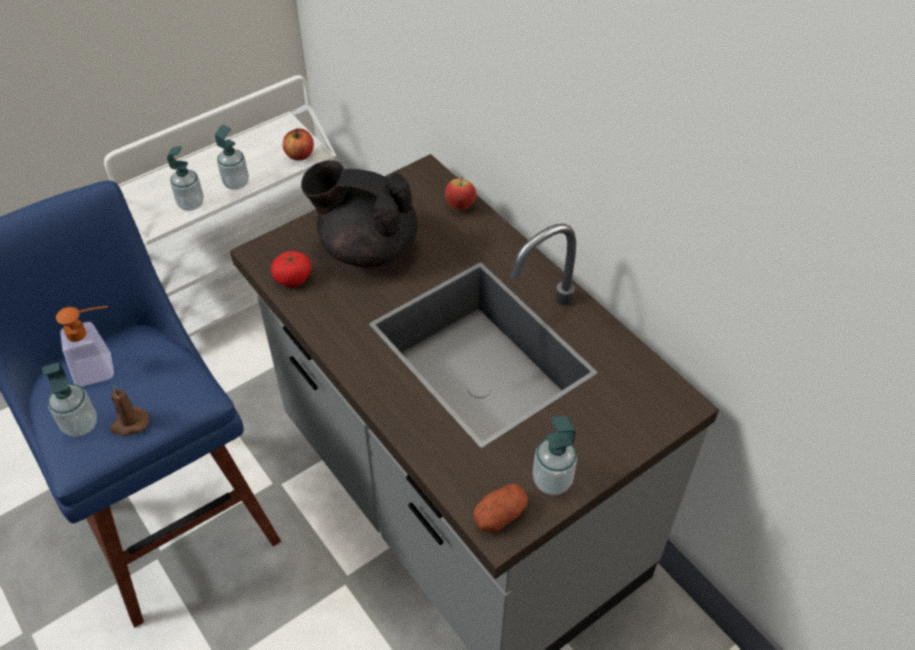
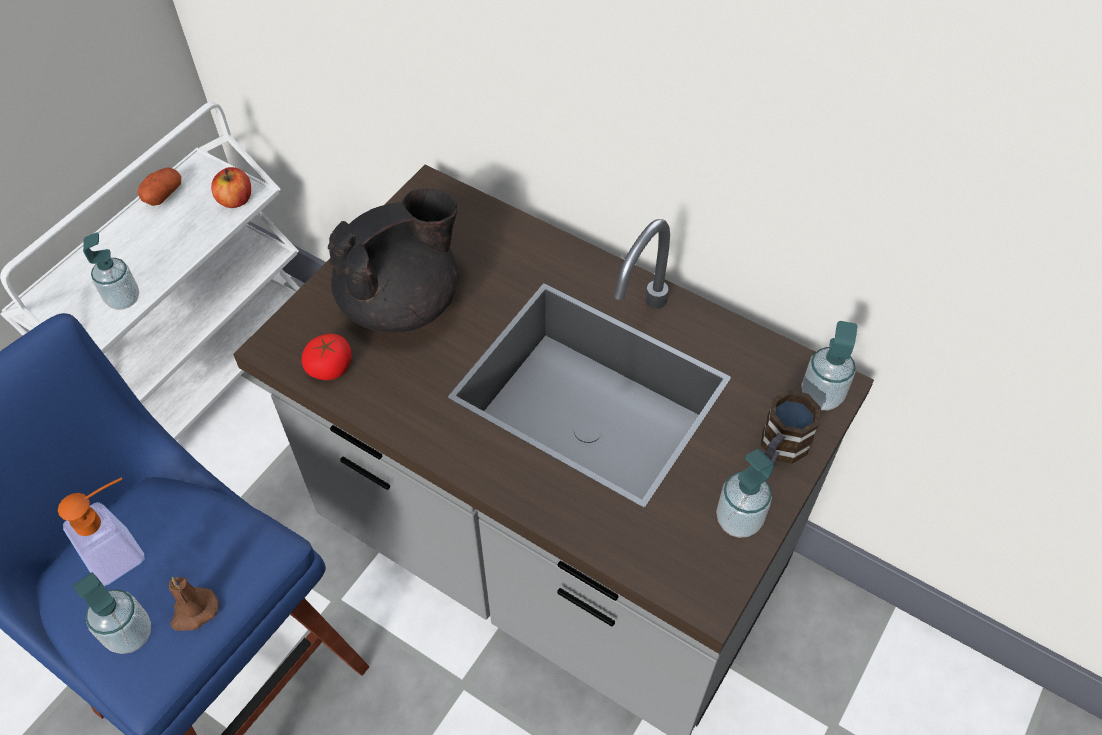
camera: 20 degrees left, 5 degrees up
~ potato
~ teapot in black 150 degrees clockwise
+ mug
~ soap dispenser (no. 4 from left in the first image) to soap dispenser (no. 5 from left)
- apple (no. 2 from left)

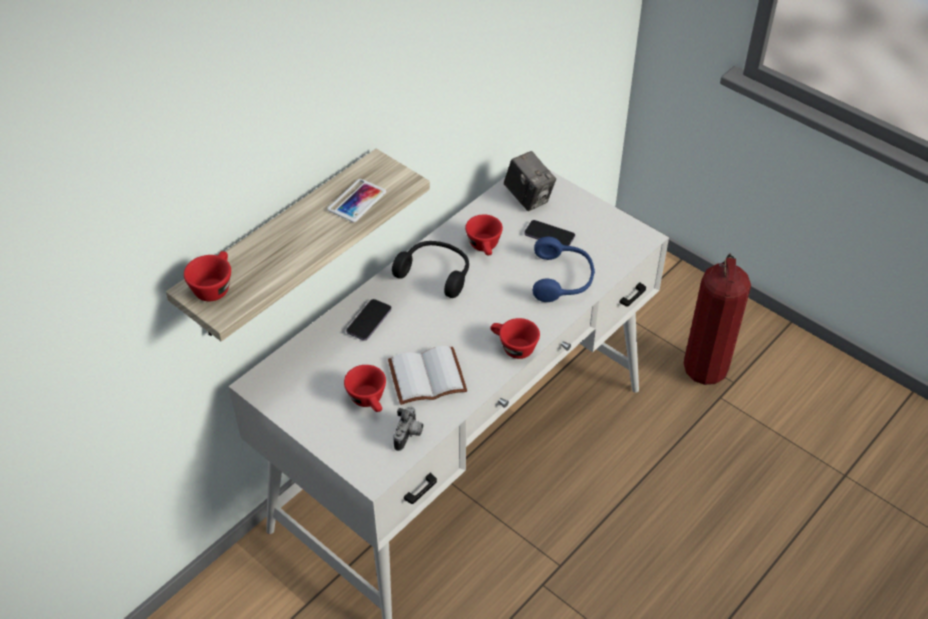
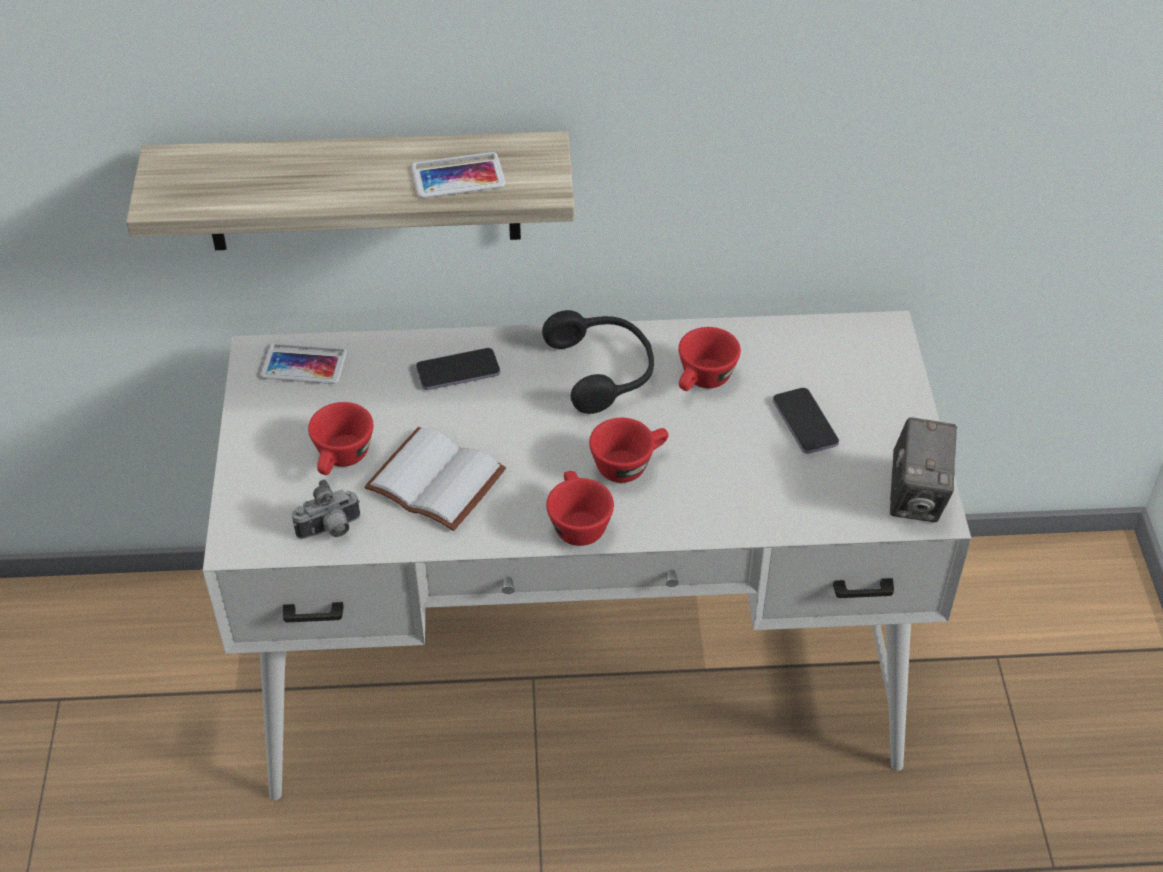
camera: 45 degrees right, 0 degrees up
+ phone (no. 1 from left)
~ cup in red (no. 1 from left in the first image) to cup in red (no. 3 from left)
~ photo camera (no. 2 from left)
- headphones in blue
- fire extinguisher

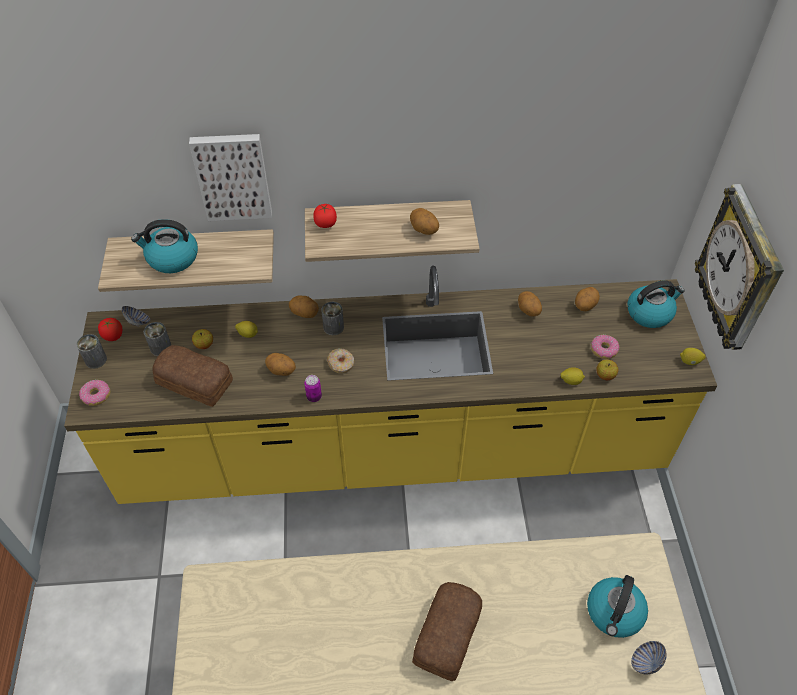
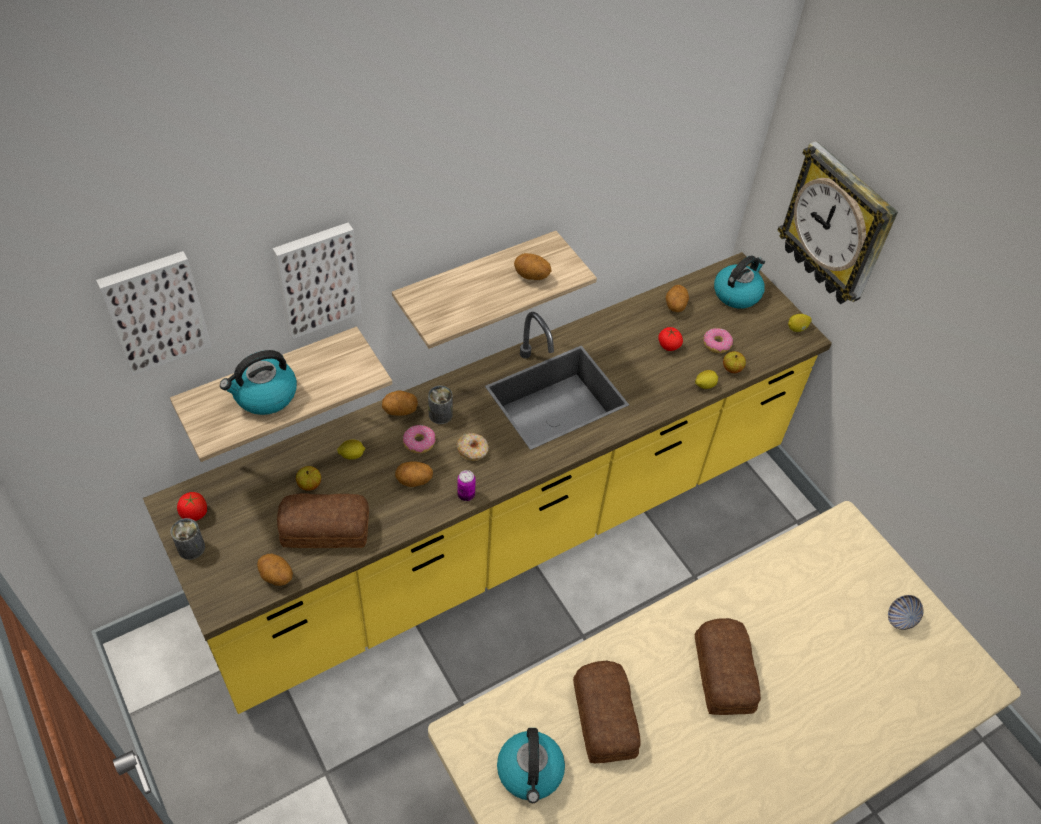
camera: 30 degrees left, 0 degrees up
+ picture (no. 1 from left)
~ potato (no. 4 from left in the first image) to potato (no. 1 from left)
~ donut (no. 1 from left)
~ kettle (no. 2 from left)
+ bread (no. 2 from left)
~ tomato (no. 2 from left)
- bowl (no. 1 from left)
- can (no. 2 from left)

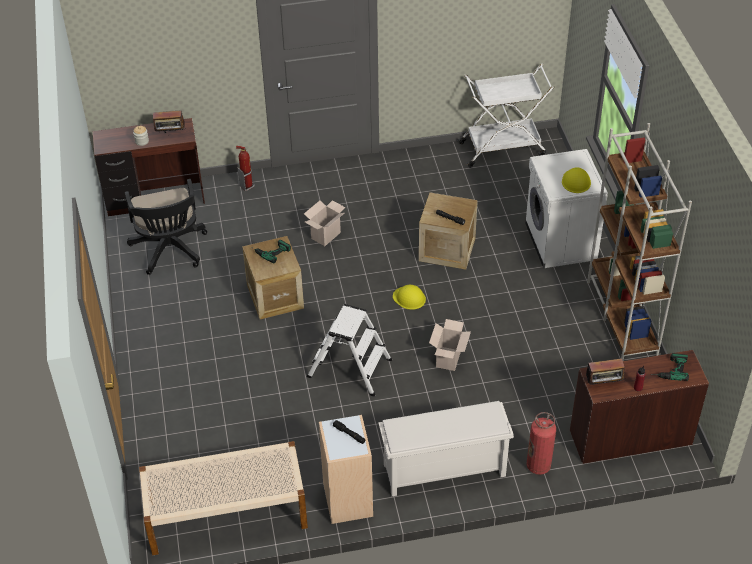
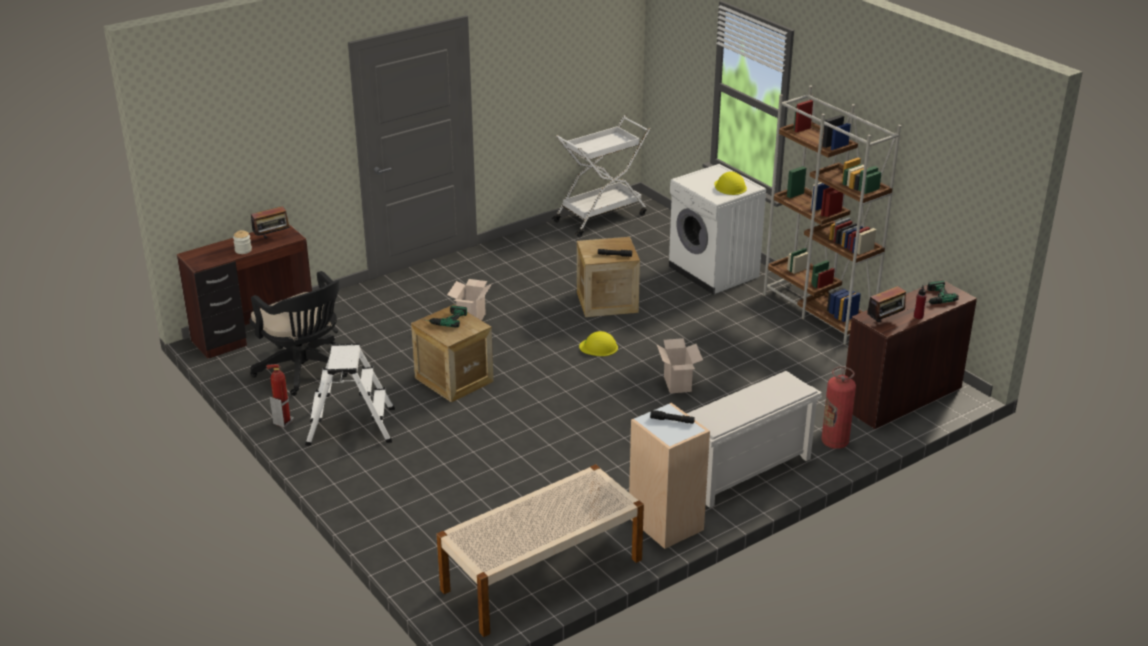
camera: 25 degrees left, 15 degrees down
~ fire extinguisher (no. 1 from left)
~ step ladder in white

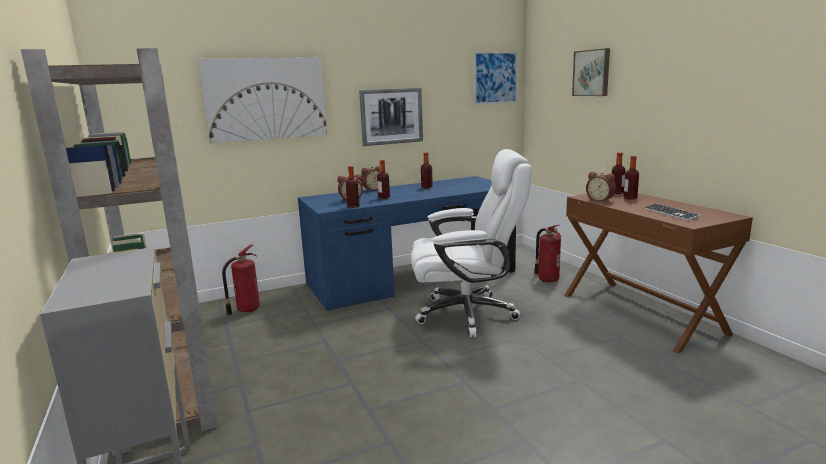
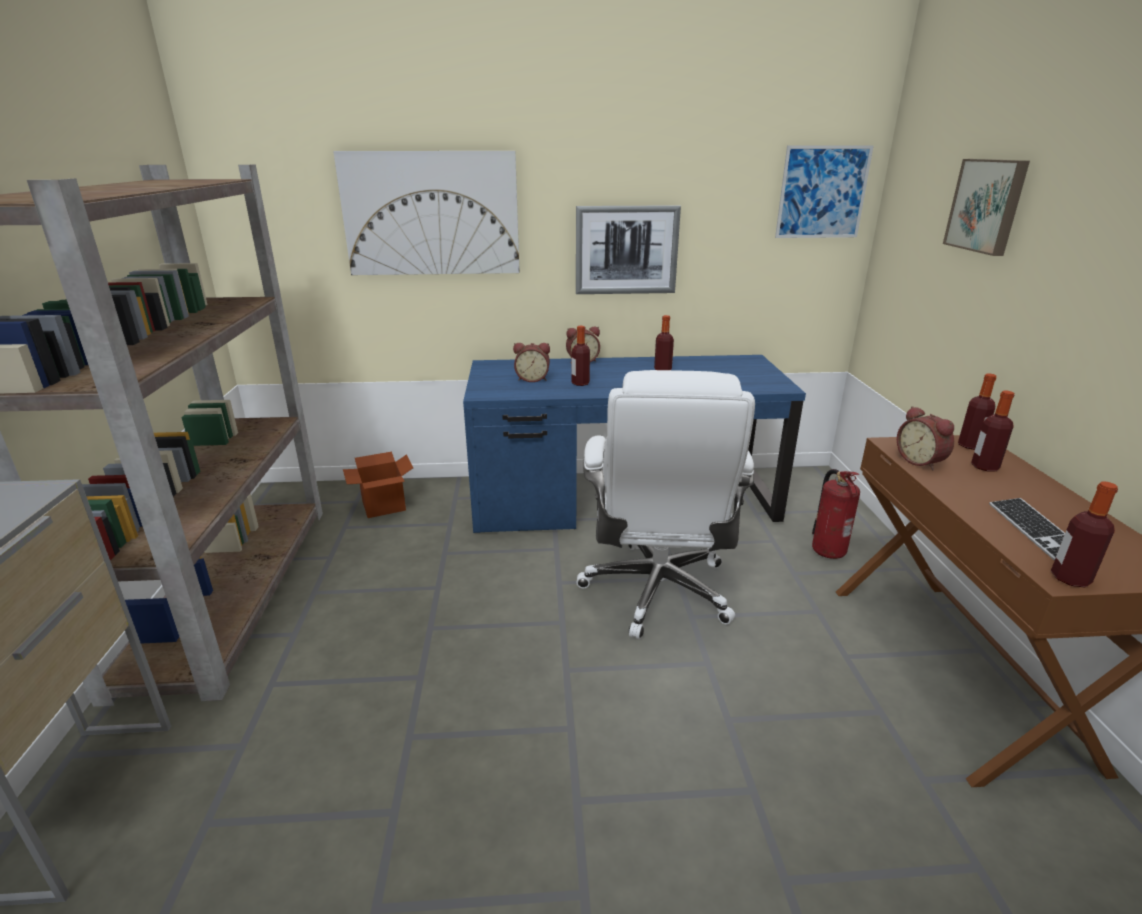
camera: 20 degrees right, 10 degrees up
~ fire extinguisher (no. 1 from left) to cardboard box
~ office chair in white 75 degrees clockwise
~ bottle (no. 1 from left in the first image) to bottle (no. 5 from left)

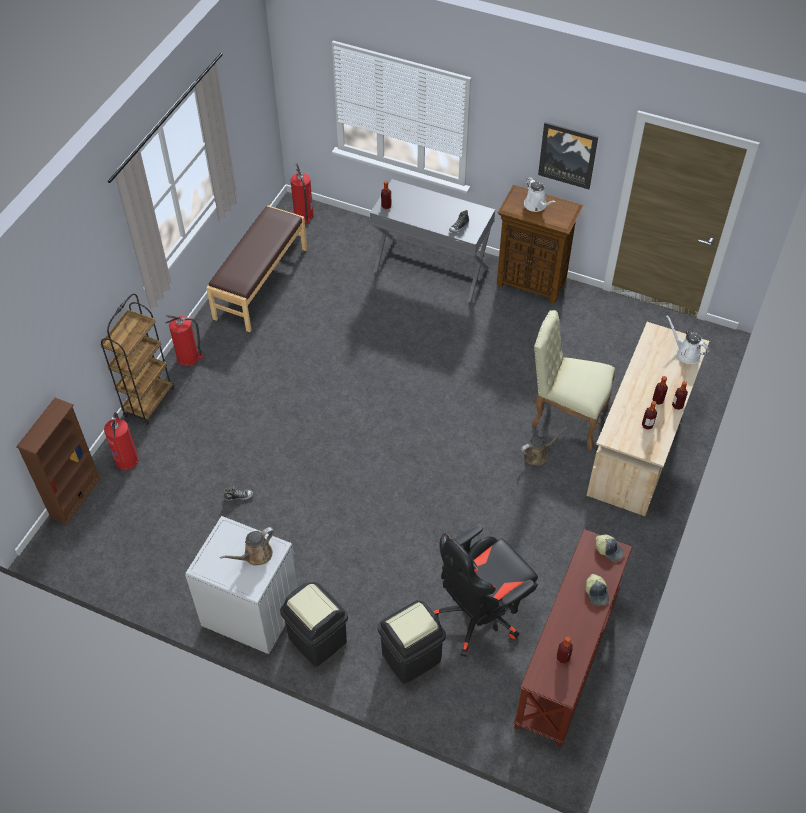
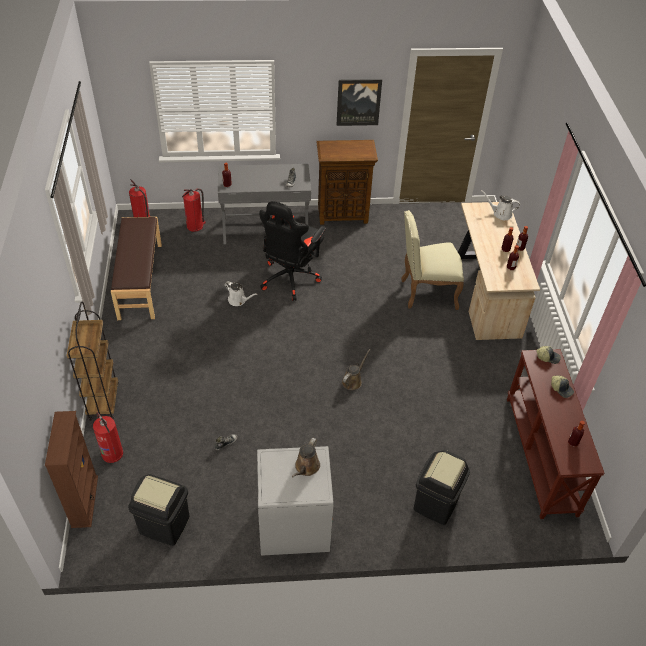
camera: 30 degrees left, 5 degrees down
~ trash can in black (no. 1 from left)
~ fire extinguisher (no. 2 from left in the first image) to fire extinguisher (no. 3 from left)
~ watering can in white (no. 1 from left)
~ office chair in black
~ watering can in brown (no. 2 from left)

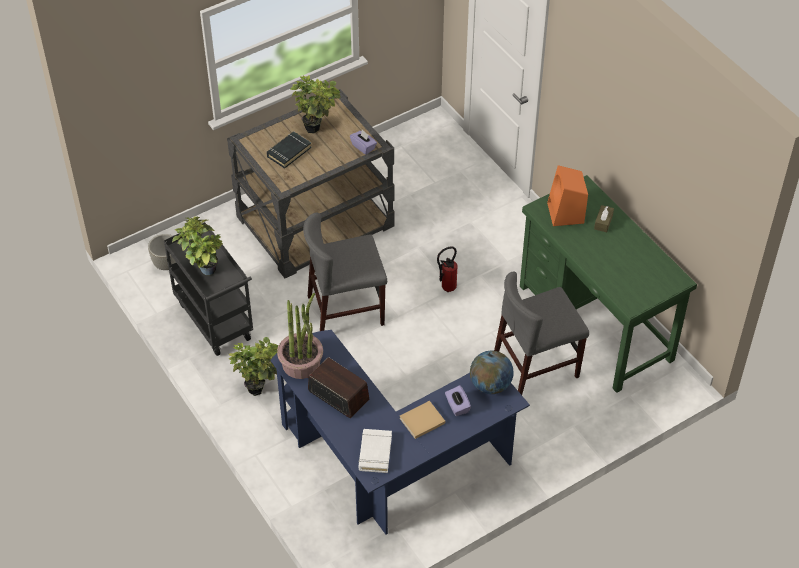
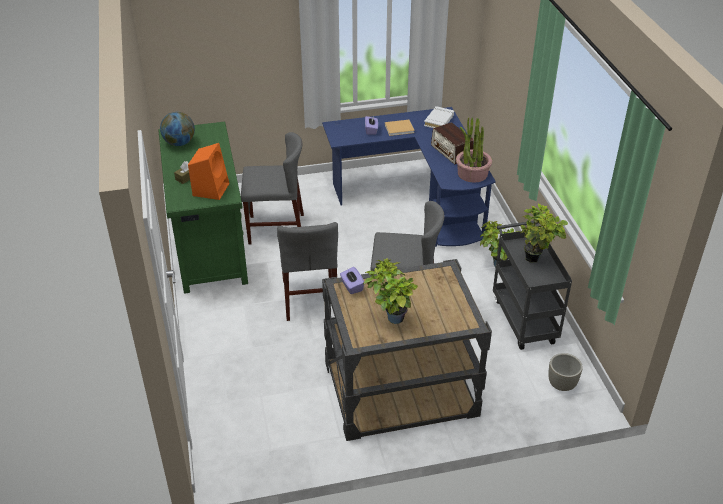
camera: 160 degrees left, 10 degrees down
~ globe
~ fire extinguisher to chair in grey (no. 2 from left)
- book in black

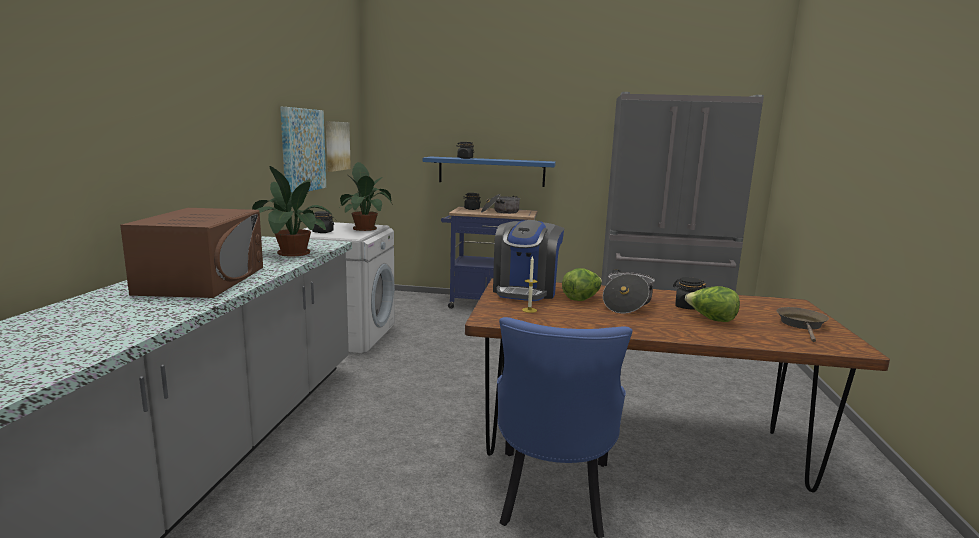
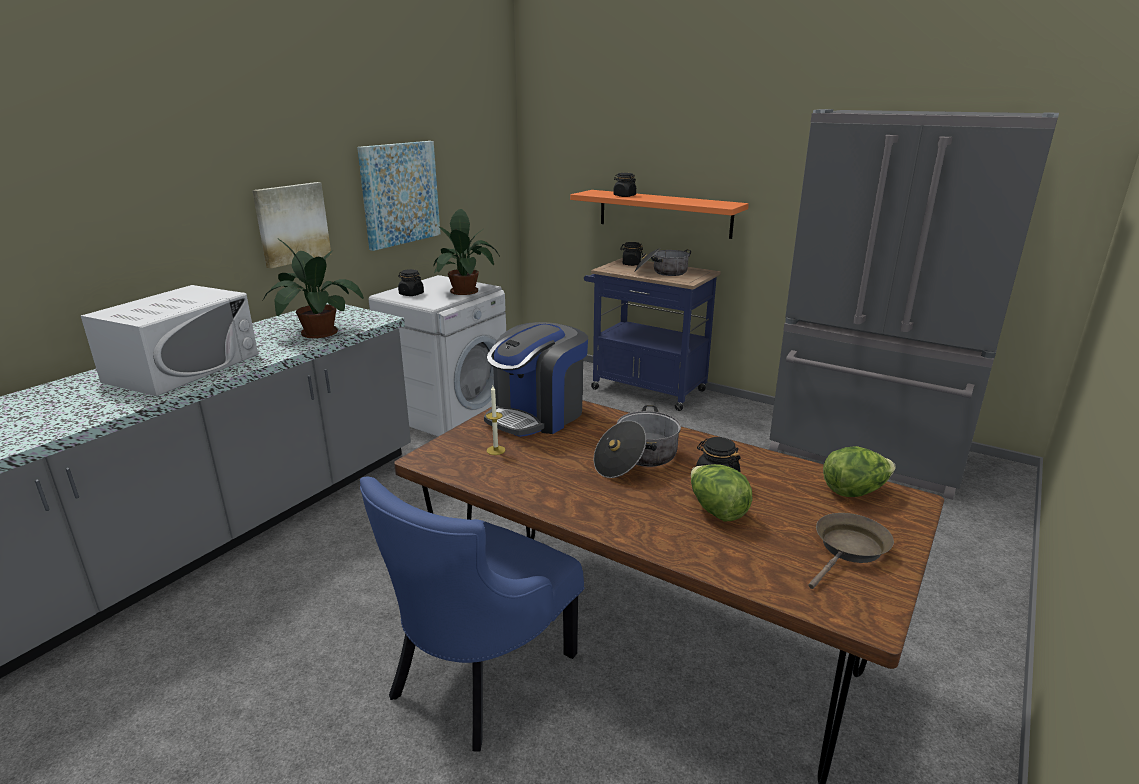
camera: 25 degrees right, 10 degrees up
~ microwave in brown to microwave in white
~ picture (no. 2 from left in the first image) to picture (no. 1 from left)
~ shelf in blue to shelf in orange
~ lettuce (no. 1 from left in the first image) to lettuce (no. 2 from left)

